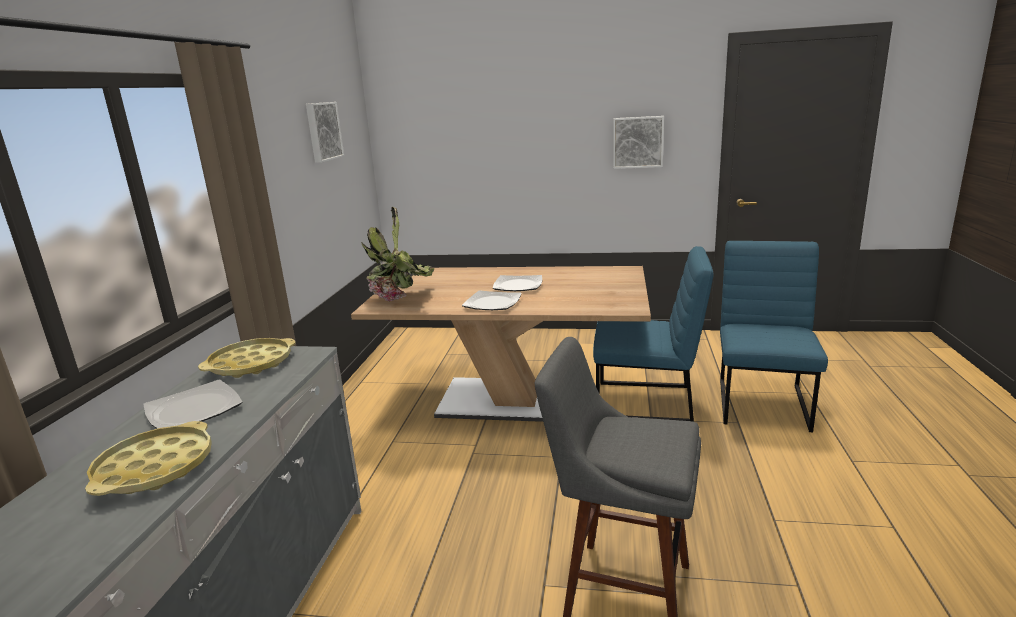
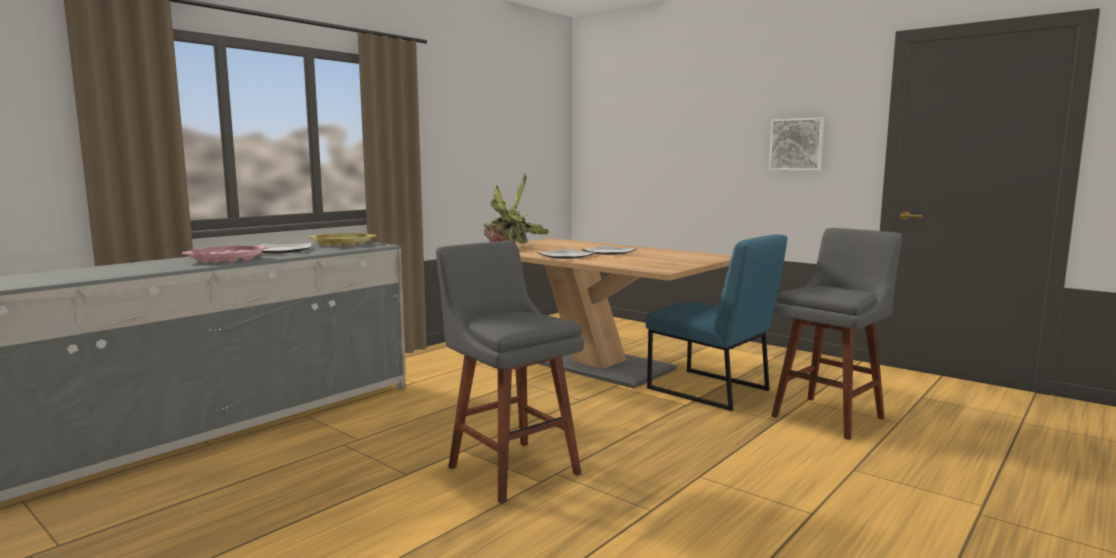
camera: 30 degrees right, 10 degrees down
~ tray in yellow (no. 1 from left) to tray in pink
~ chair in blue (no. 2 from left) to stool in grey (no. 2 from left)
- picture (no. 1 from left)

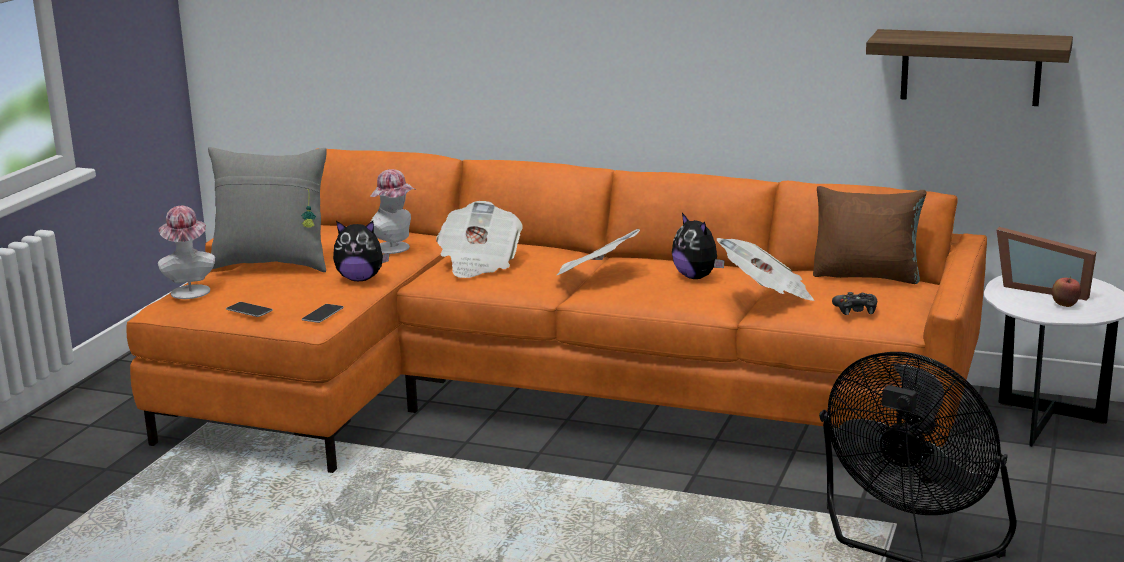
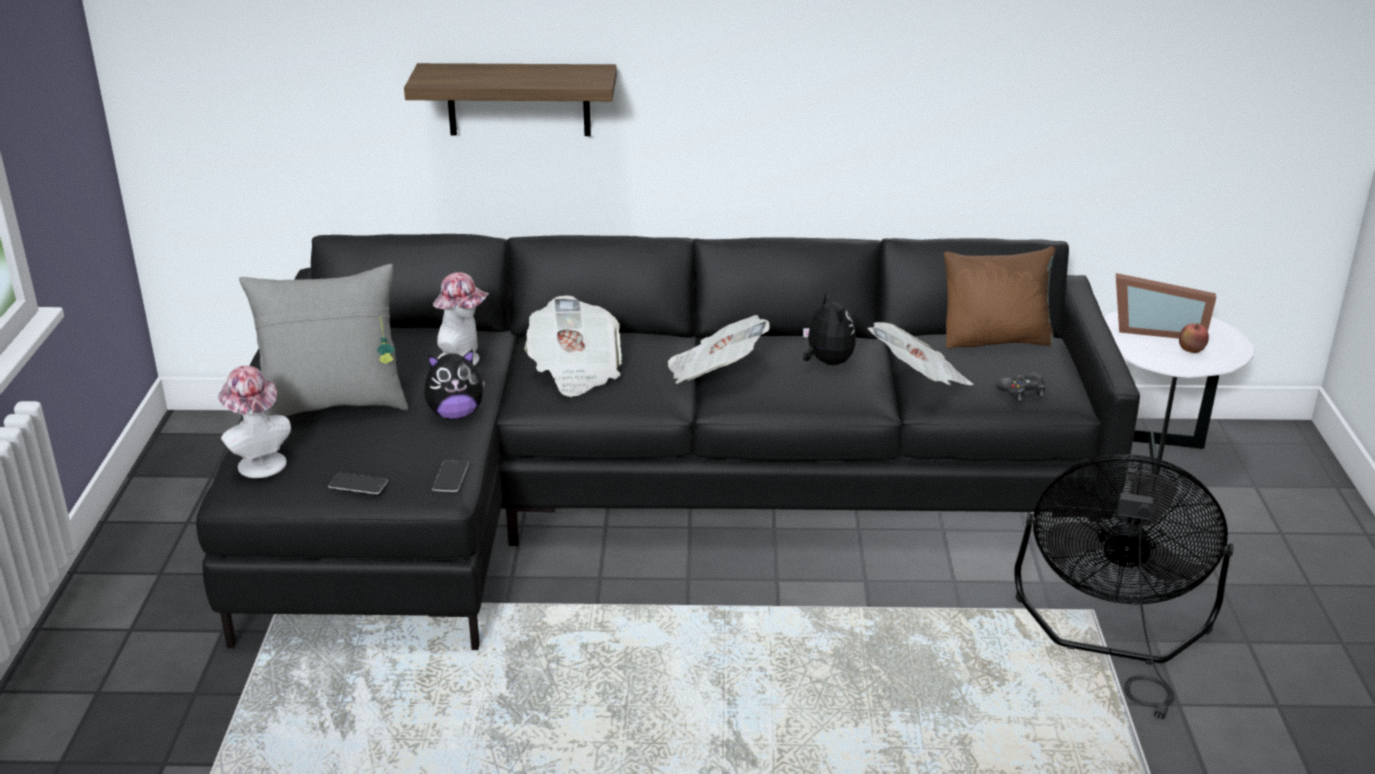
camera: 20 degrees left, 10 degrees up
~ sofa in orange to sofa in black
~ shelf
~ plush toy (no. 2 from left) 150 degrees counterclockwise

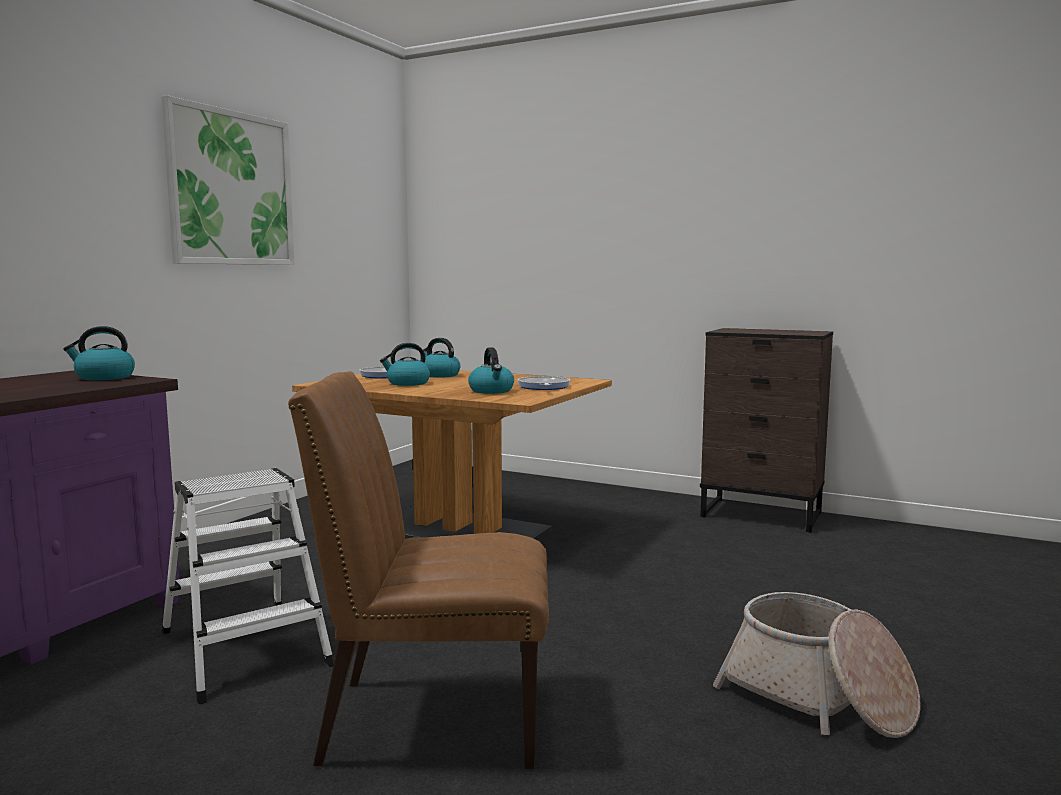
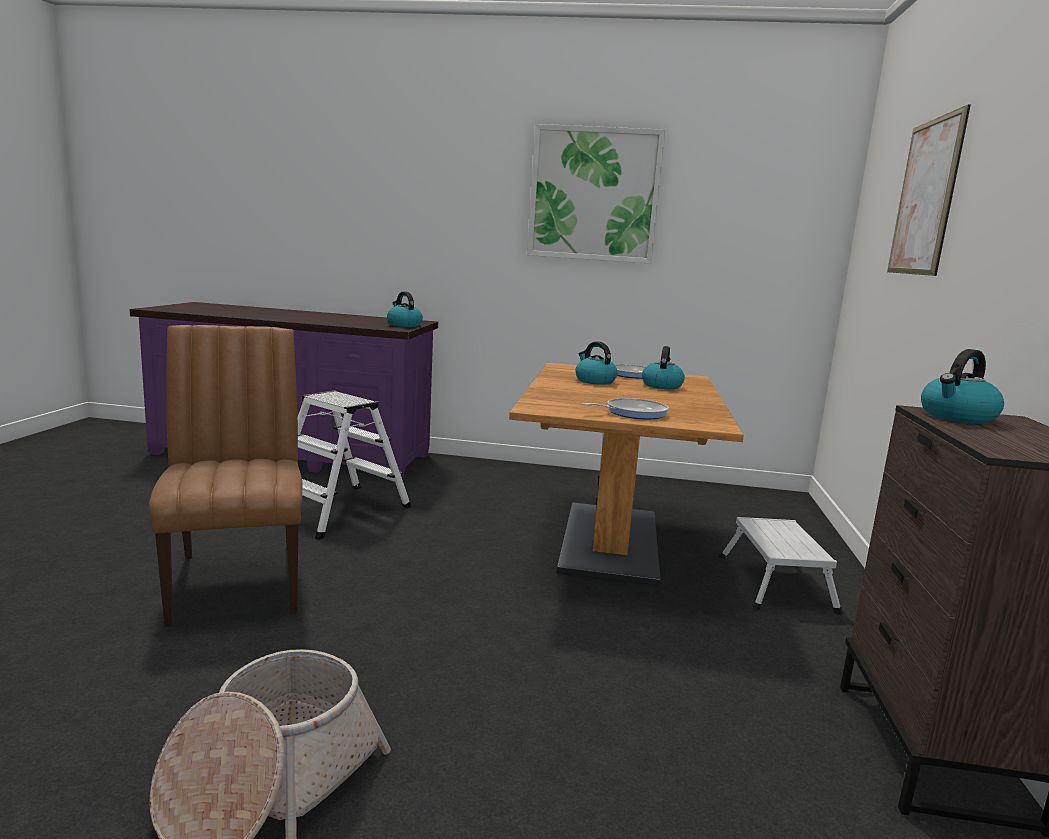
camera: 70 degrees right, 5 degrees up
+ step ladder in white (no. 2 from left)
+ picture (no. 2 from left)
~ kettle (no. 4 from left)

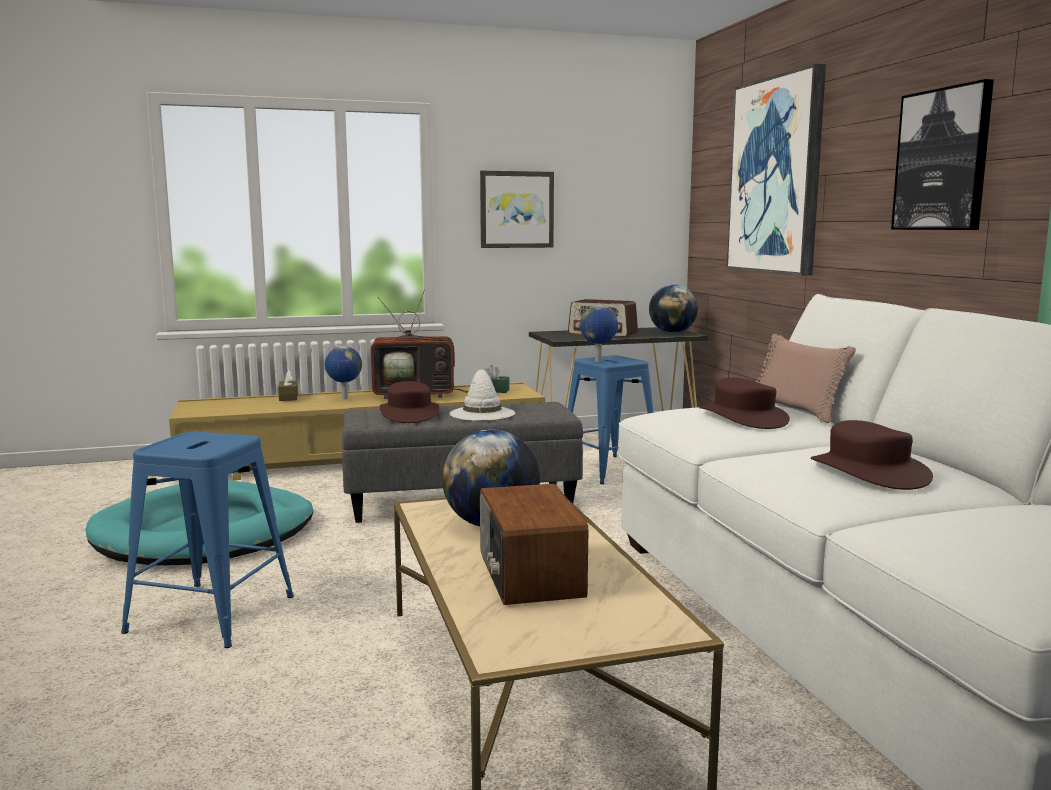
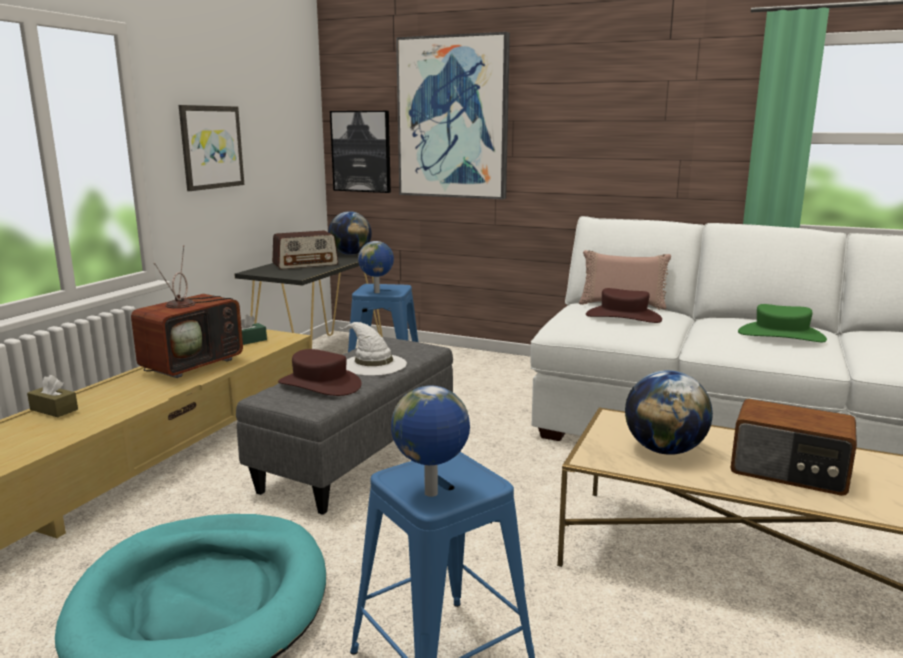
camera: 50 degrees left, 5 degrees up
~ picture (no. 3 from left in the first image) to picture (no. 2 from left)
~ globe (no. 1 from left in the first image) to globe (no. 3 from left)
~ hat in brown (no. 3 from left) to hat in green

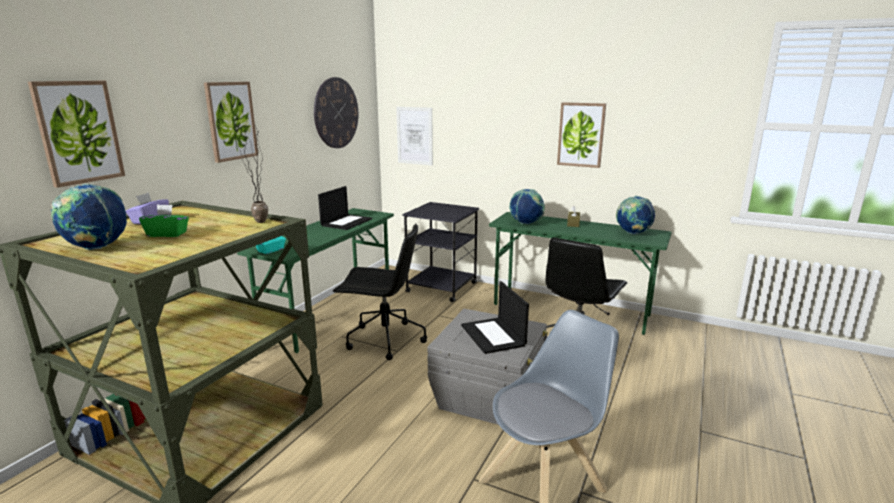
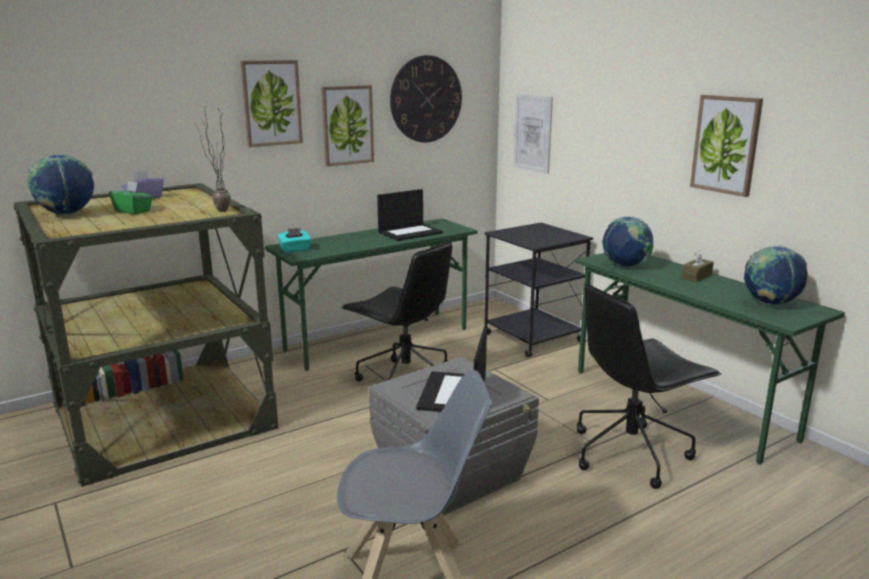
camera: 30 degrees right, 0 degrees up
~ picture (no. 1 from left in the first image) to picture (no. 2 from left)

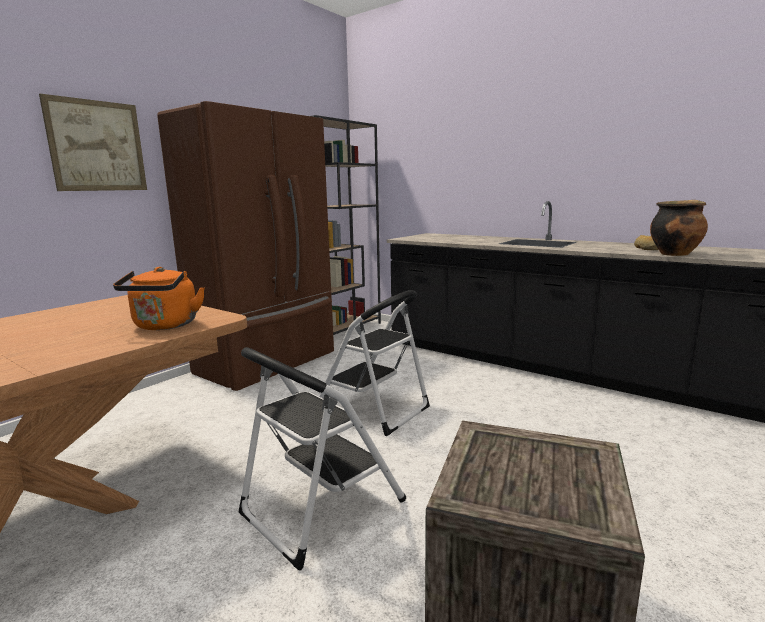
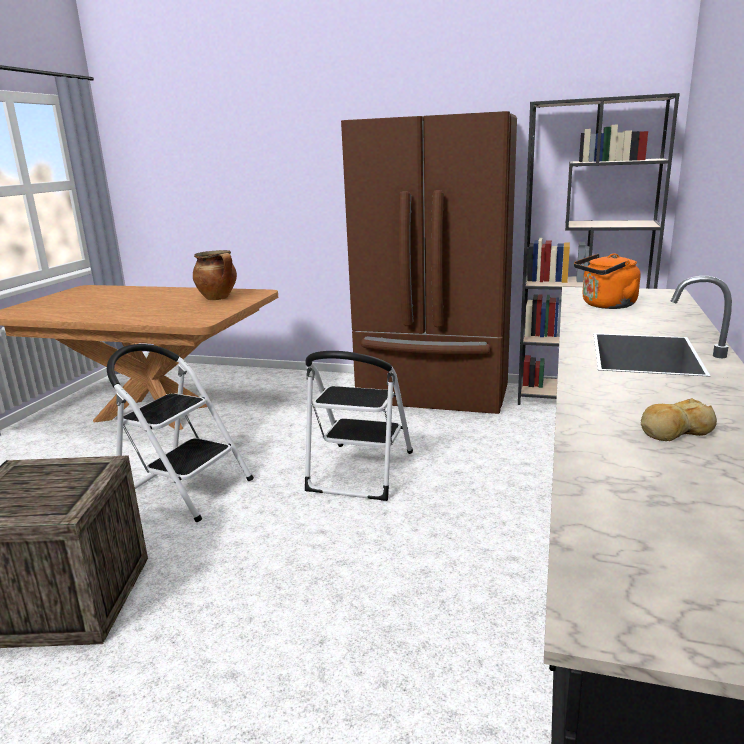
camera: 70 degrees right, 5 degrees up
~ cooking pot
~ kettle in orange
- picture

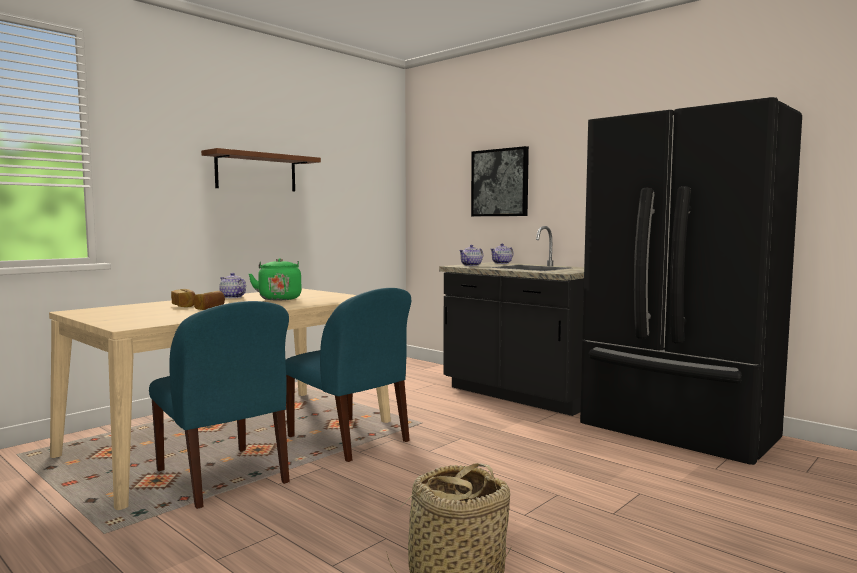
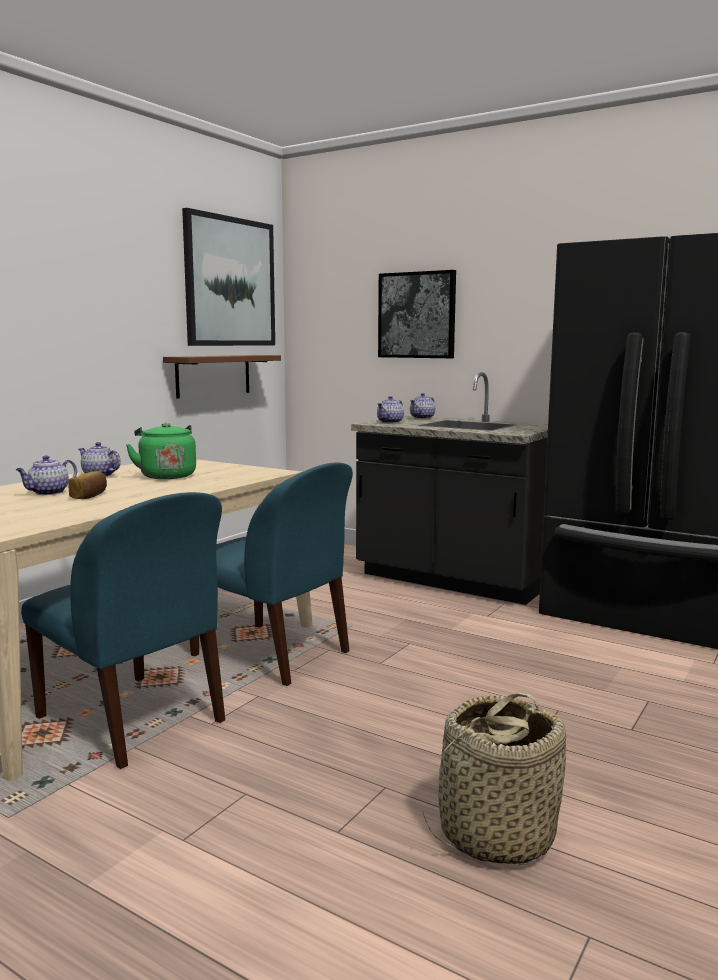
camera: 10 degrees left, 5 degrees up
~ bread (no. 1 from left) to teapot (no. 1 from left)
~ shelf in brown
+ picture (no. 1 from left)

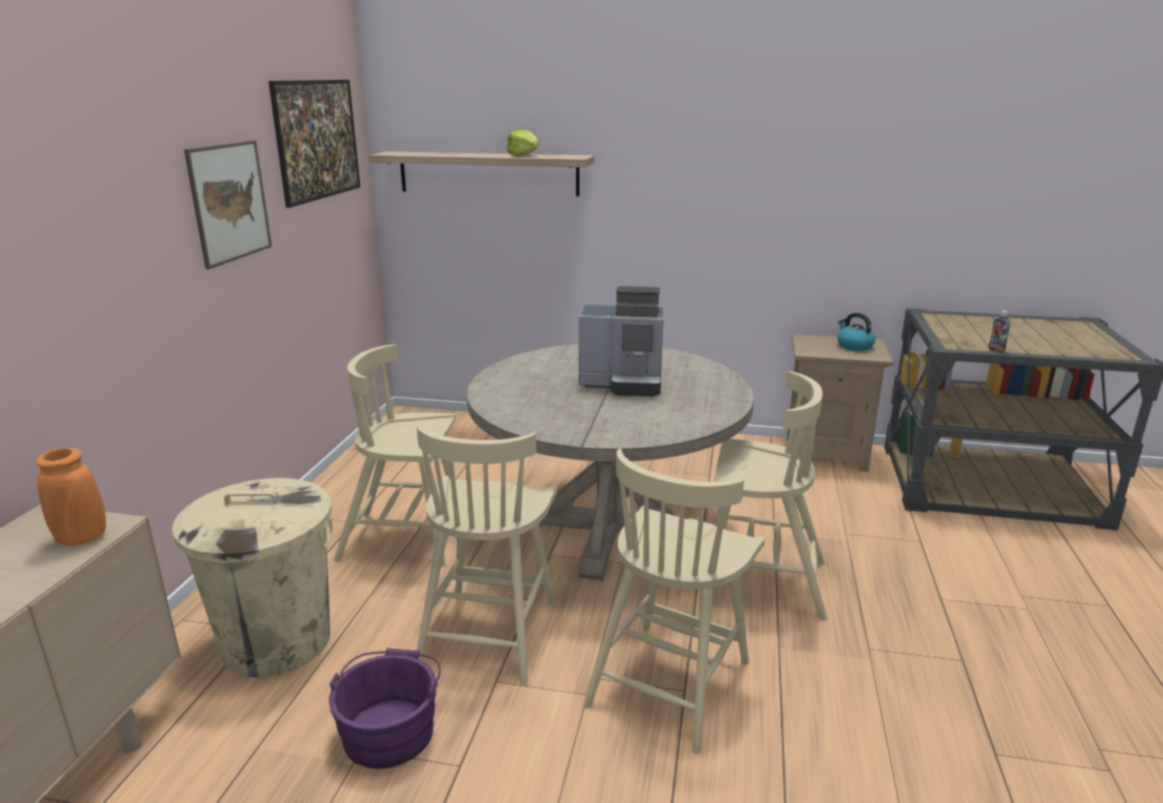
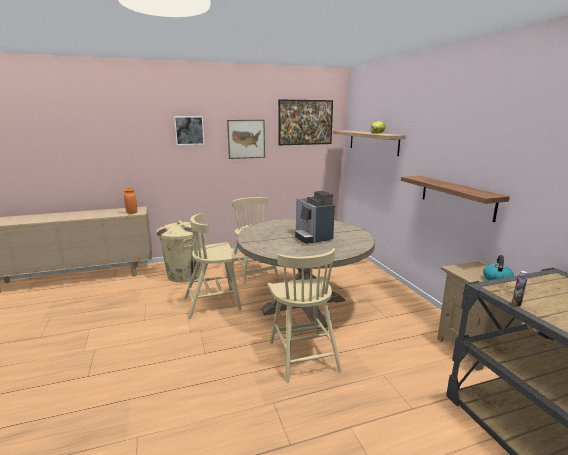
camera: 60 degrees right, 5 degrees down
+ picture (no. 1 from left)
+ shelf (no. 2 from left)
- bucket in purple
- chair in beige (no. 3 from left)

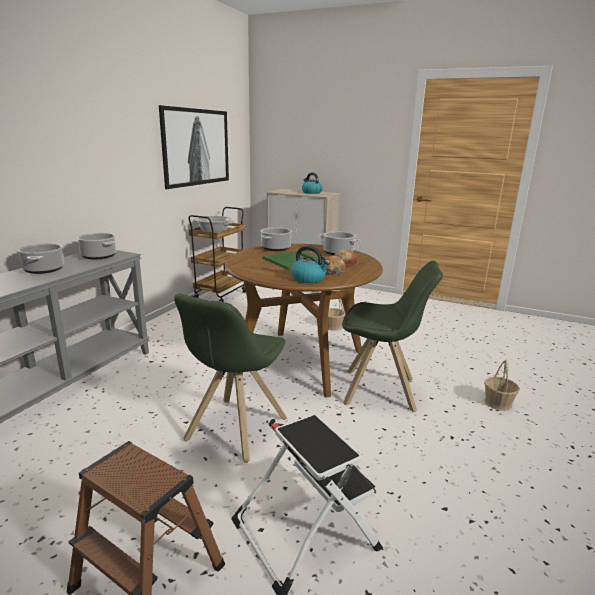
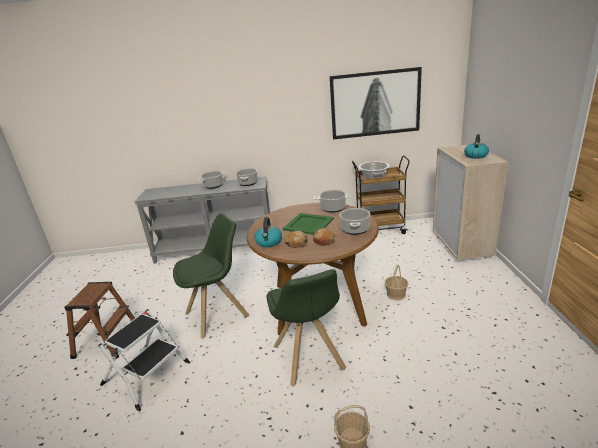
camera: 65 degrees right, 5 degrees up
~ chair in green (no. 1 from left) 150 degrees clockwise

